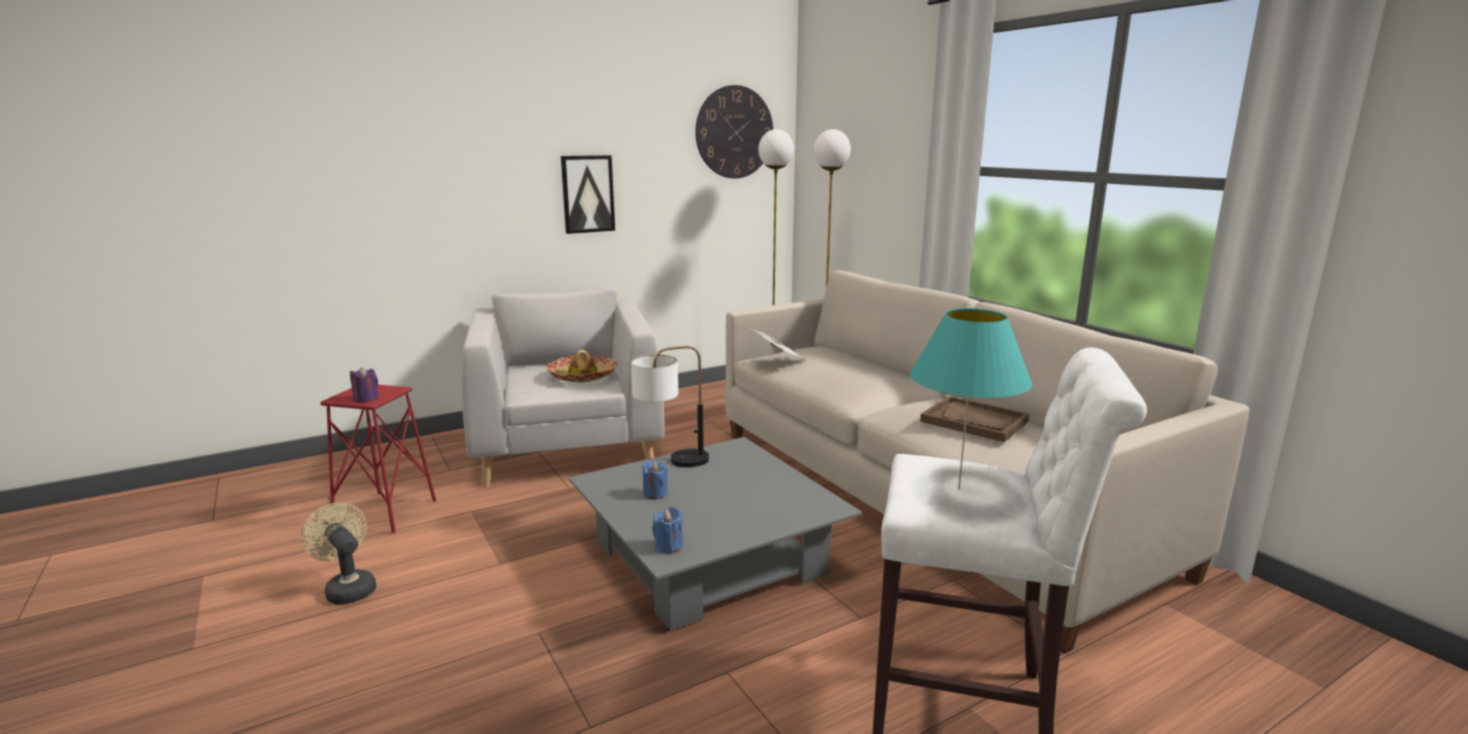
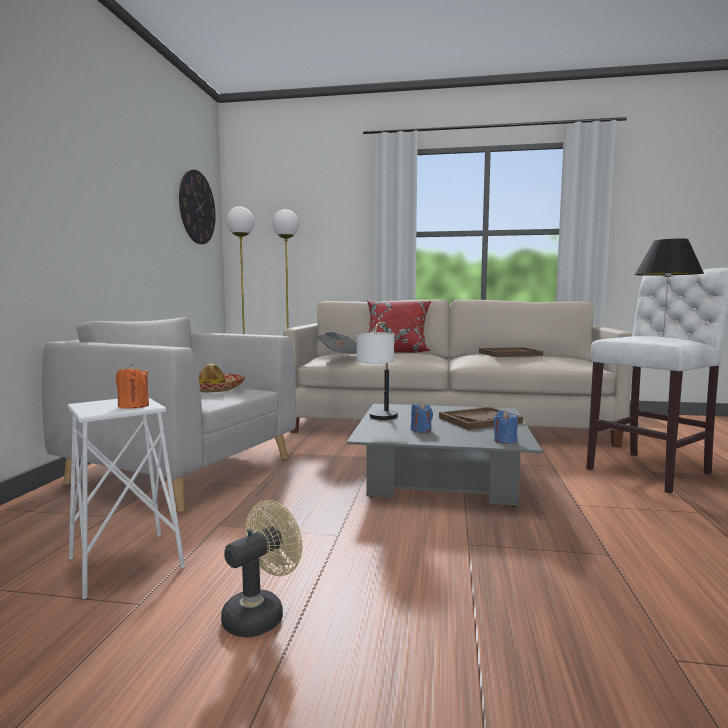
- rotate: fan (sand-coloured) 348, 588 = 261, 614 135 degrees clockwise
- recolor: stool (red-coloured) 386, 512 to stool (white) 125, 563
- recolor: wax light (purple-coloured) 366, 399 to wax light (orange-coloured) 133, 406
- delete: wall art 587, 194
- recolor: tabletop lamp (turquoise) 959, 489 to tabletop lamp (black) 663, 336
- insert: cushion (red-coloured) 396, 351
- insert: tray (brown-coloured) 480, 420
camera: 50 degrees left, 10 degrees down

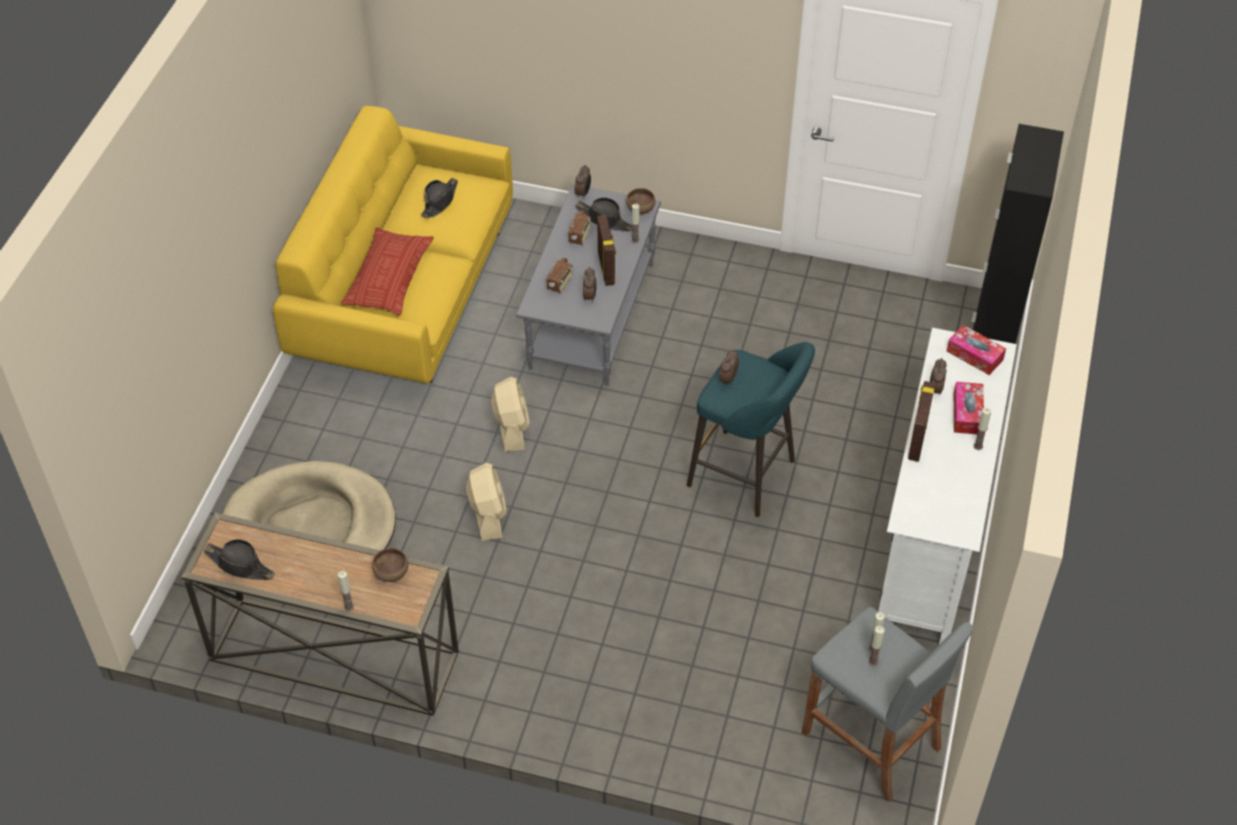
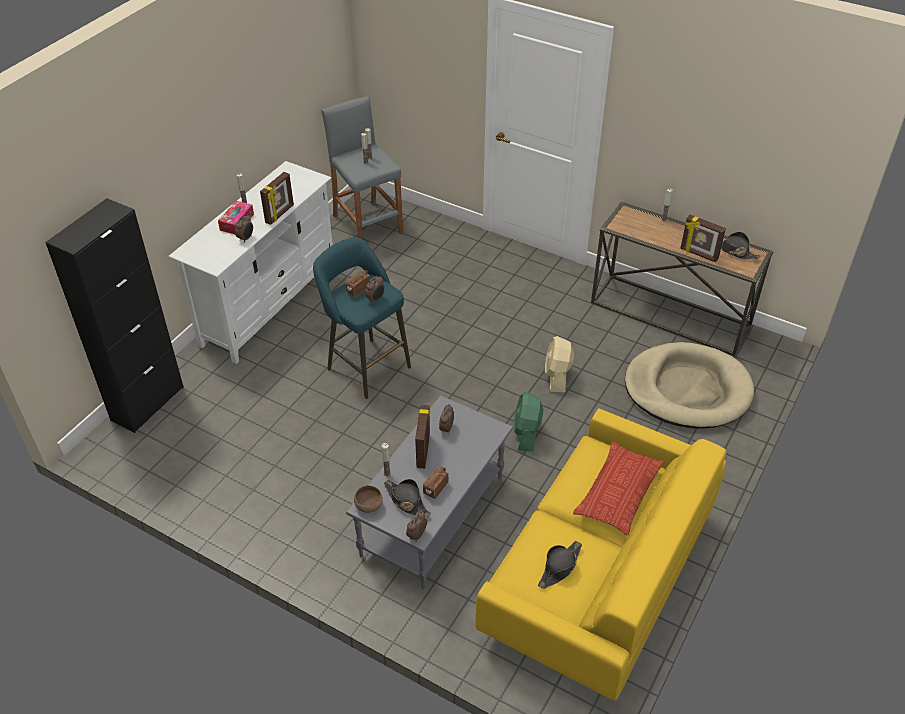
- delete: deep dish (brown-coloured) 390, 573
- recolor: fan (sand-coloured) 511, 427 to fan (green-coloured) 526, 433
- move: radio receiver 560, 283 to 358, 289
- delete: tissue holder 974, 355
- insert: picture frame 698, 254
camera: 165 degrees left, 5 degrees down

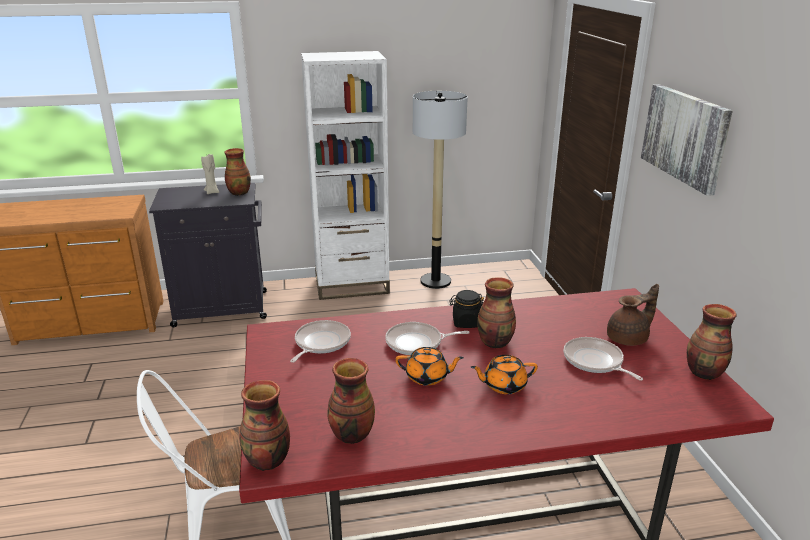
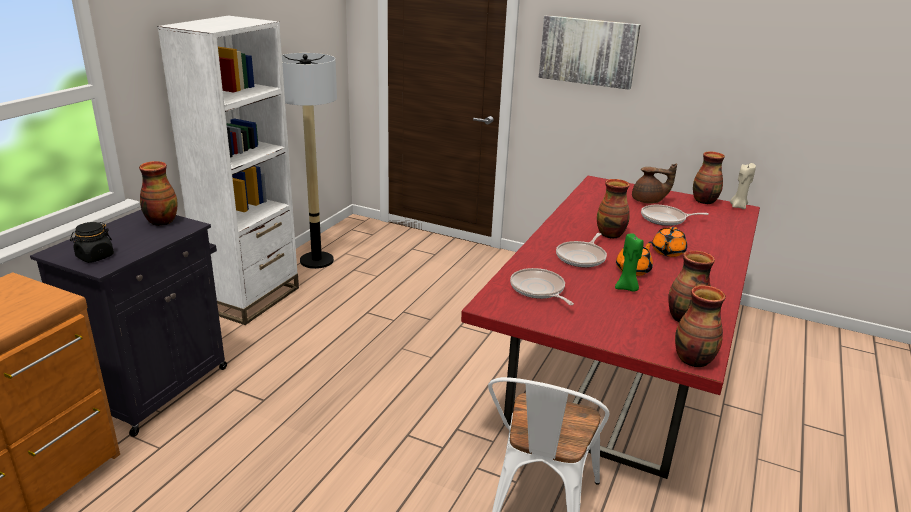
- move: wax light (sand-coloured) 212, 192 to 738, 206
- move: jar (black) 466, 322 to 95, 257
- rotate: tea pot (brown-coloured) 629, 338 = 648, 201 90 degrees clockwise
- insert: wax light (green-coloured) 627, 288
camera: 55 degrees left, 0 degrees up

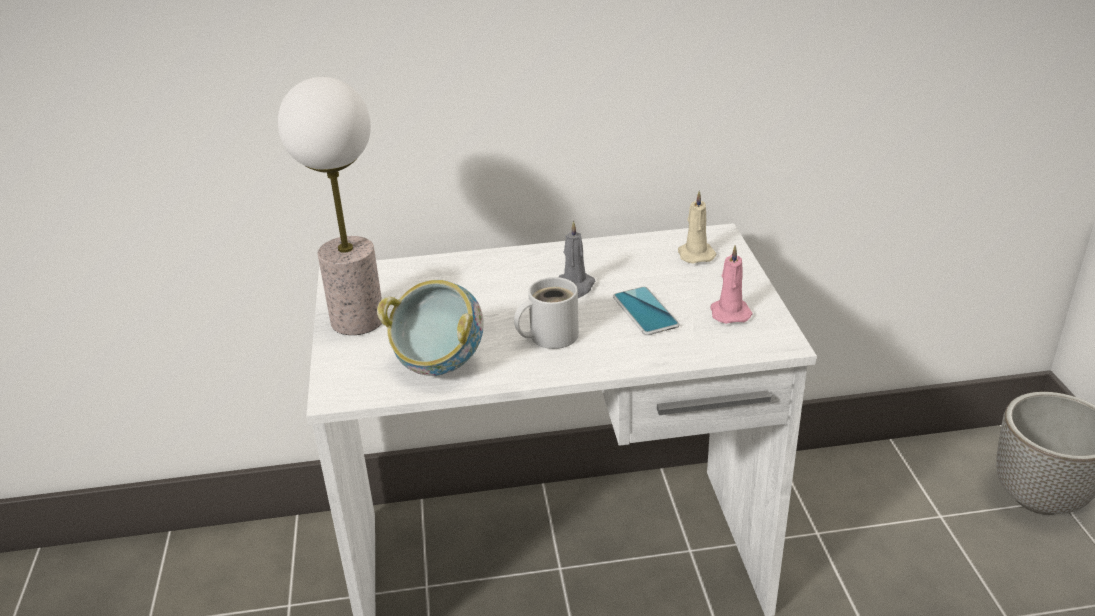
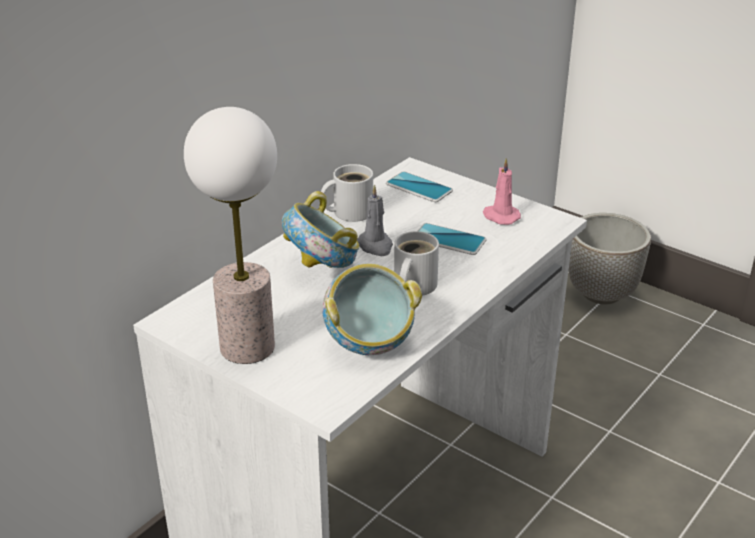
- replace: wax light (sand-coloured) 695, 254 to phone 419, 188
- insert: deep dish 322, 269
- insert: mug (white) 349, 212
camera: 45 degrees left, 0 degrees up

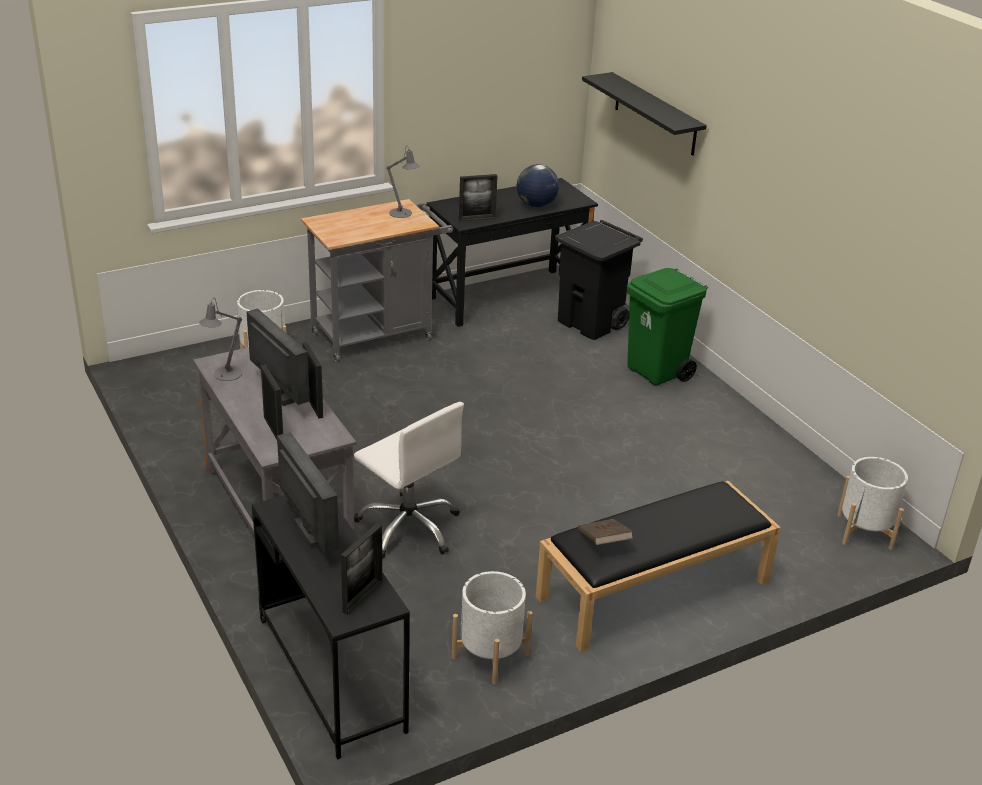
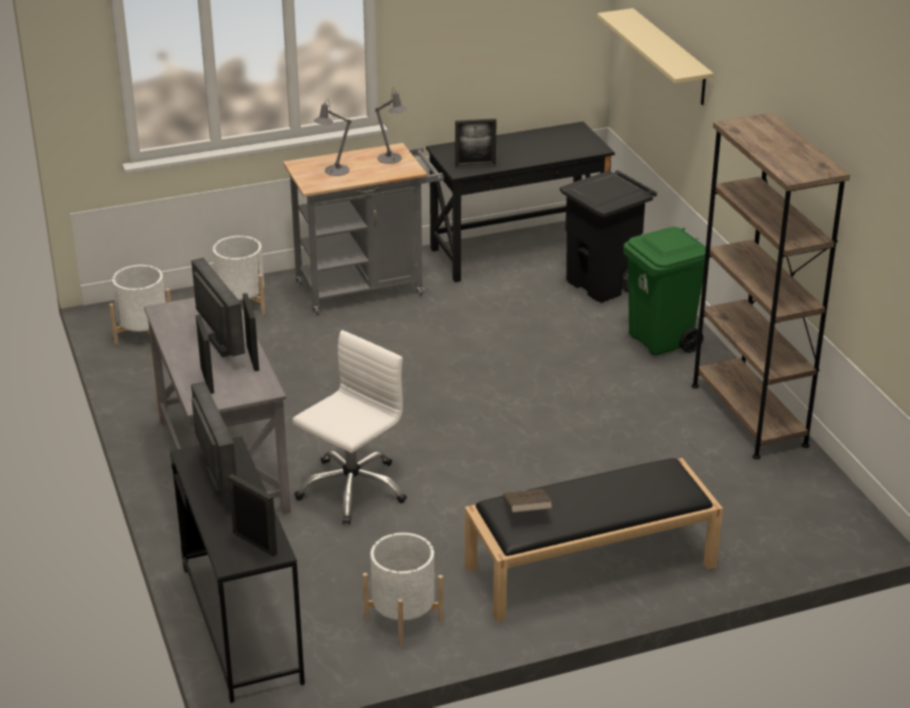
- move: tabletop lamp (greyish) 224, 375 to 334, 171
- rotate: picture frame 362, 596 = 255, 543 90 degrees counterclockwise
- rotate: computer chair (white) 409, 527 = 352, 489 105 degrees counterclockwise
- delete: globe 536, 205
- recolor: wall shelf (black) 655, 114 to wall shelf (sand-coloured) 670, 57
- move: flower pot (white) 864, 531 to 144, 335
- insert: shelving unit (brown-coloured) 748, 415
camera: 10 degrees right, 0 degrees up

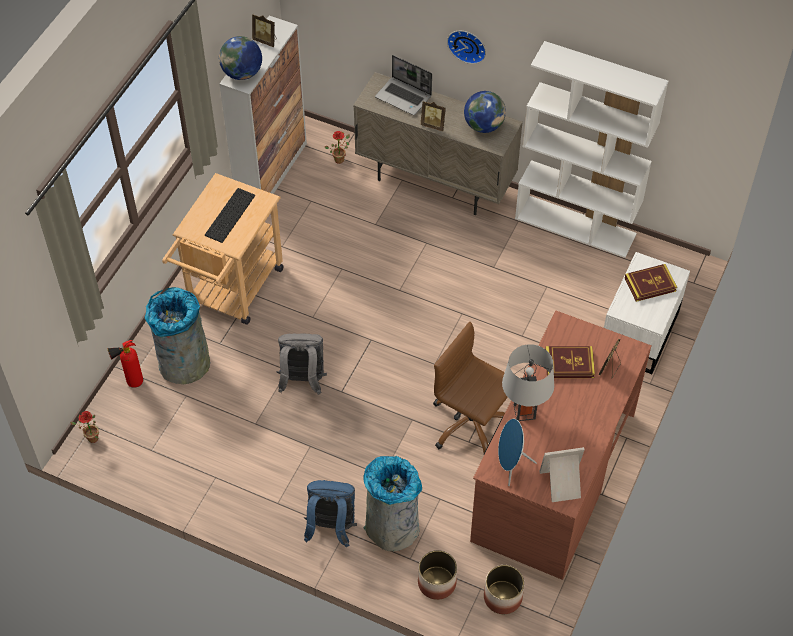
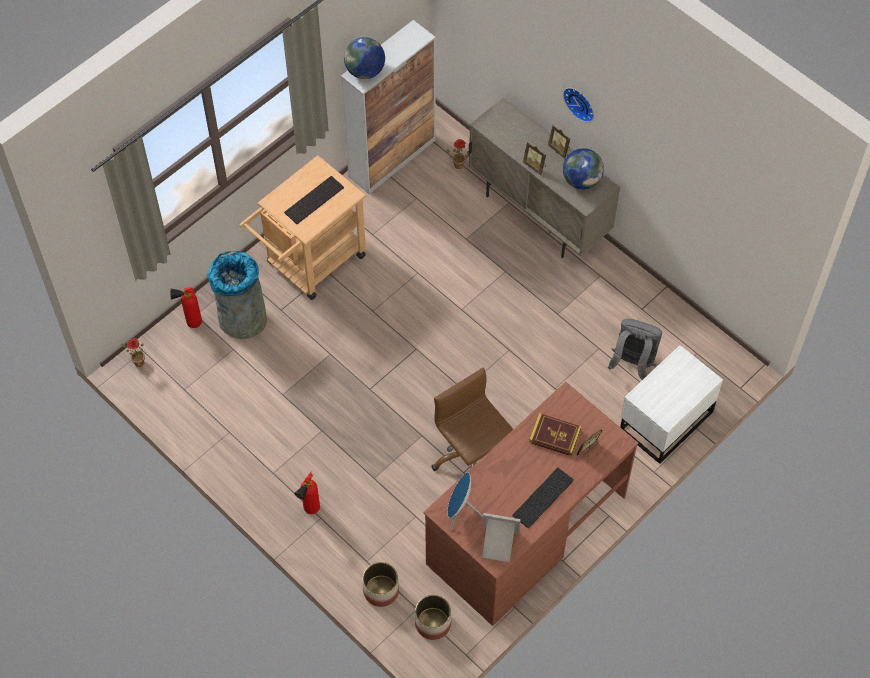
- move: picture frame 266, 40 to 560, 149
- move: knapsack (greyish) 302, 381 to 632, 364
- replace: knapsack (blue-coloured) 331, 528 to fire-fighting cylinder 309, 511
- delete: trash can (greyish) 392, 528
- delete: portable computer 404, 97
- delete: tabletop lamp (greyish) 524, 411
- delete: shelving unit (white) 576, 226
- delete: volume 650, 284
- insert: computer keyboard 543, 499
camera: 20 degrees right, 5 degrees up

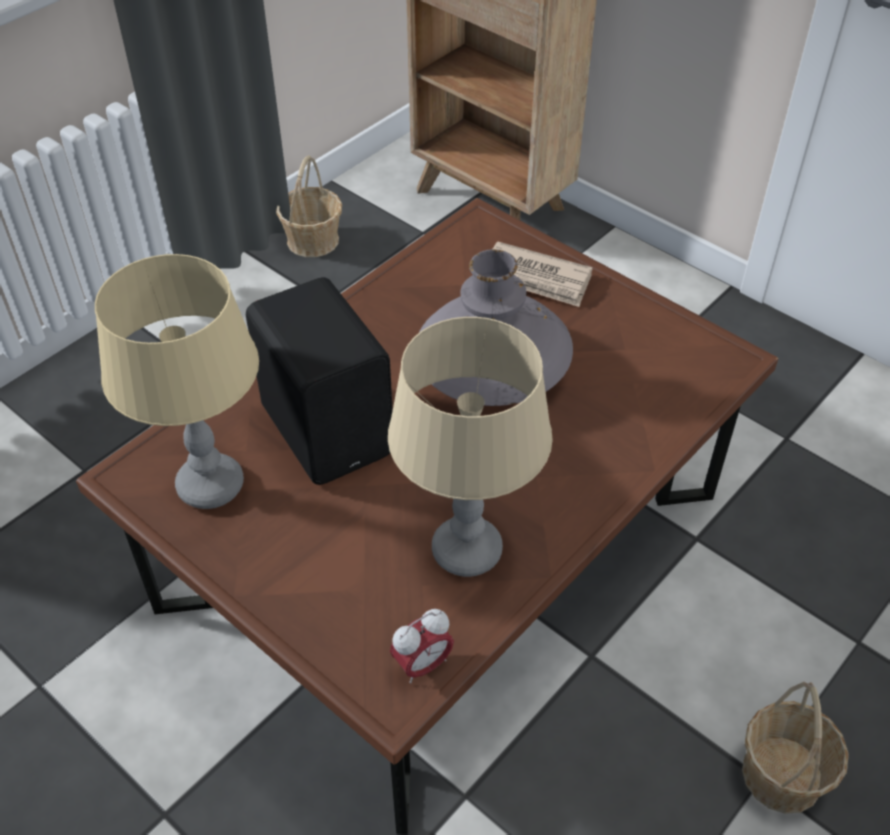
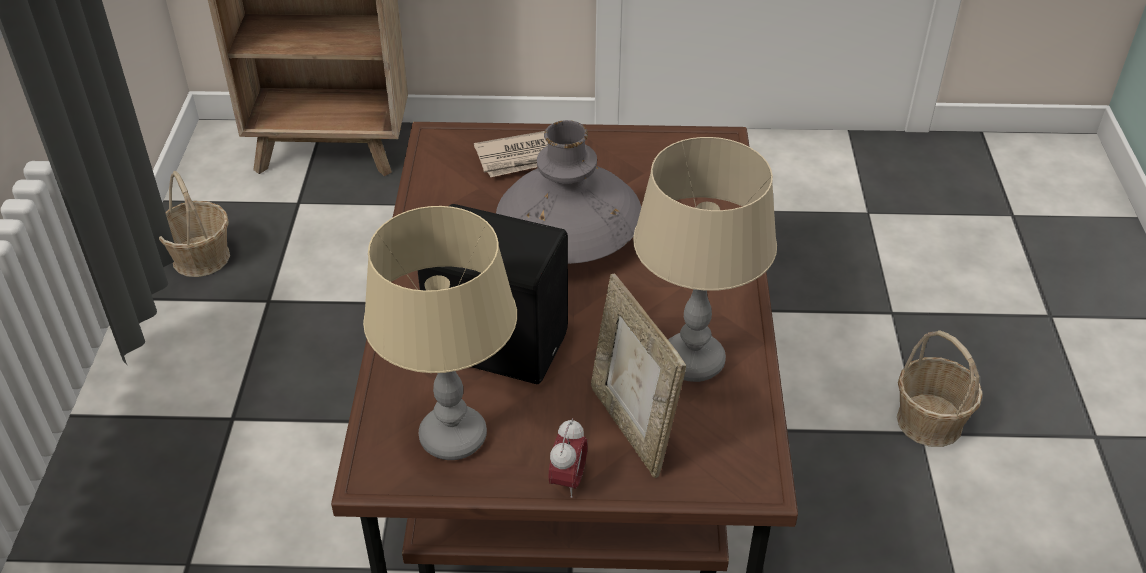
- move: alarm clock 422, 665 to 568, 480
- insert: picture frame 632, 427
camera: 40 degrees left, 5 degrees down

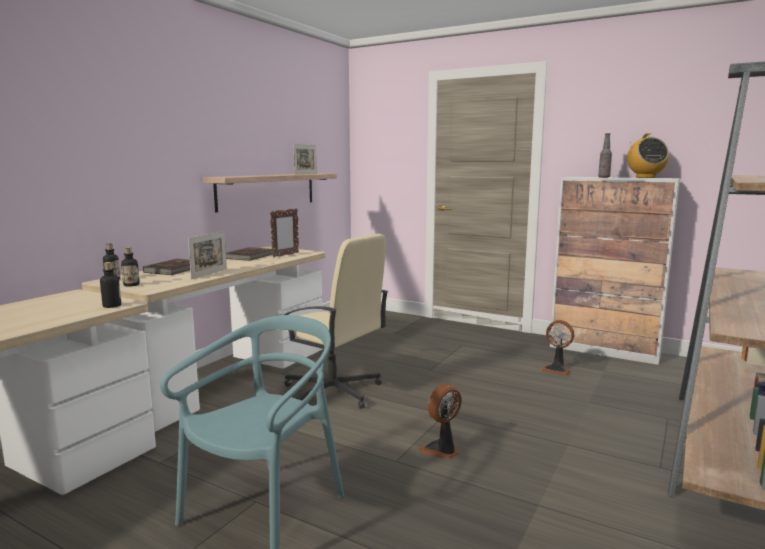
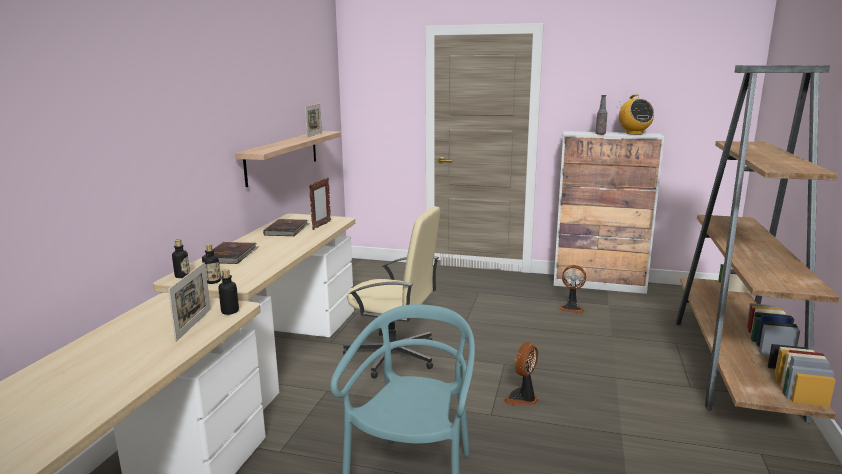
- move: picture frame 209, 274 to 194, 324
camera: 15 degrees left, 5 degrees up

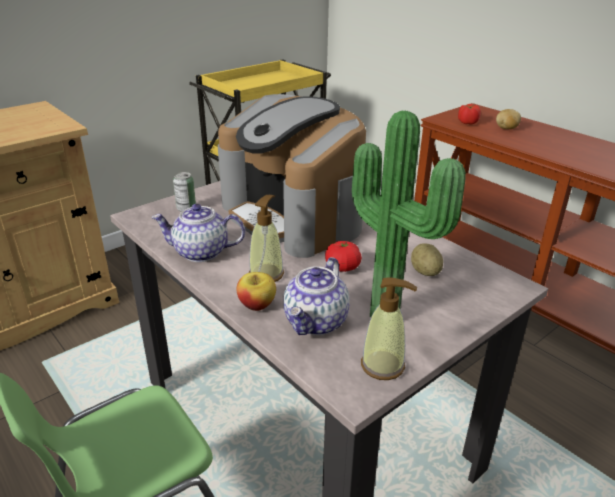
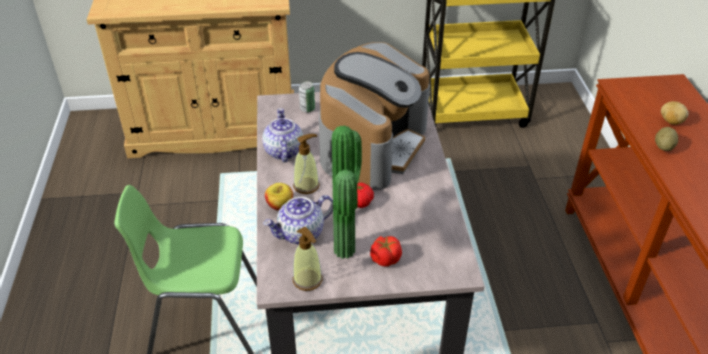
- rotate: tea pot 200, 253 = 283, 151 45 degrees clockwise
- rotate: coffee maker 294, 216 = 372, 145 150 degrees counterclockwise
- move: whole potato 425, 272 to 663, 147
- move: whole tomato 467, 122 to 385, 259
camera: 35 degrees right, 10 degrees up

